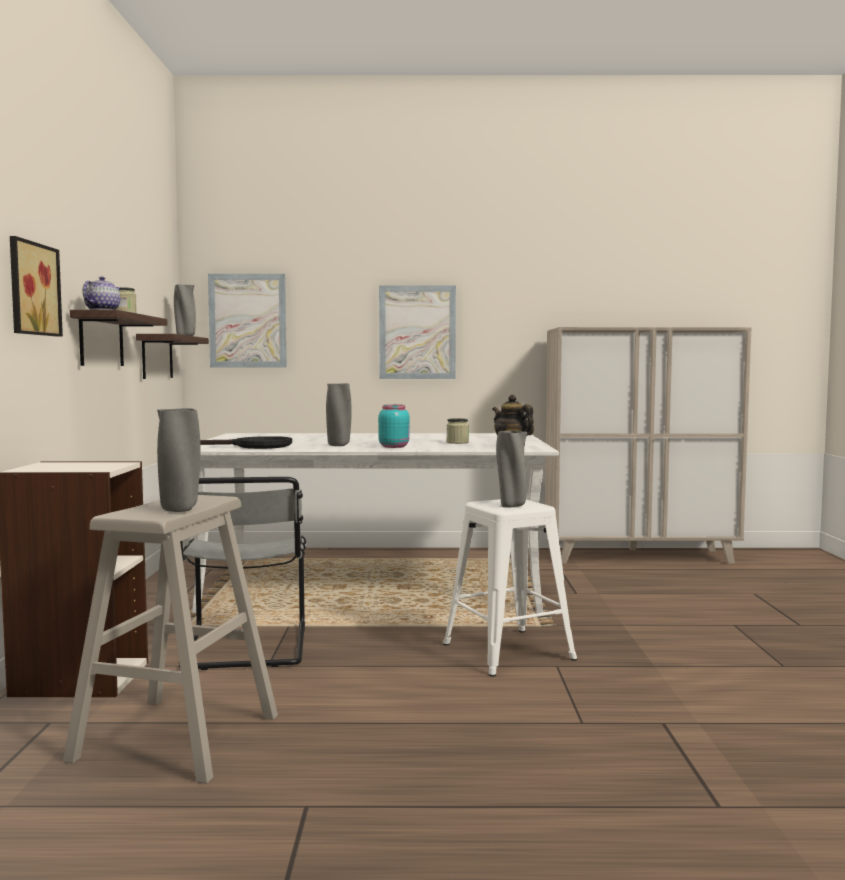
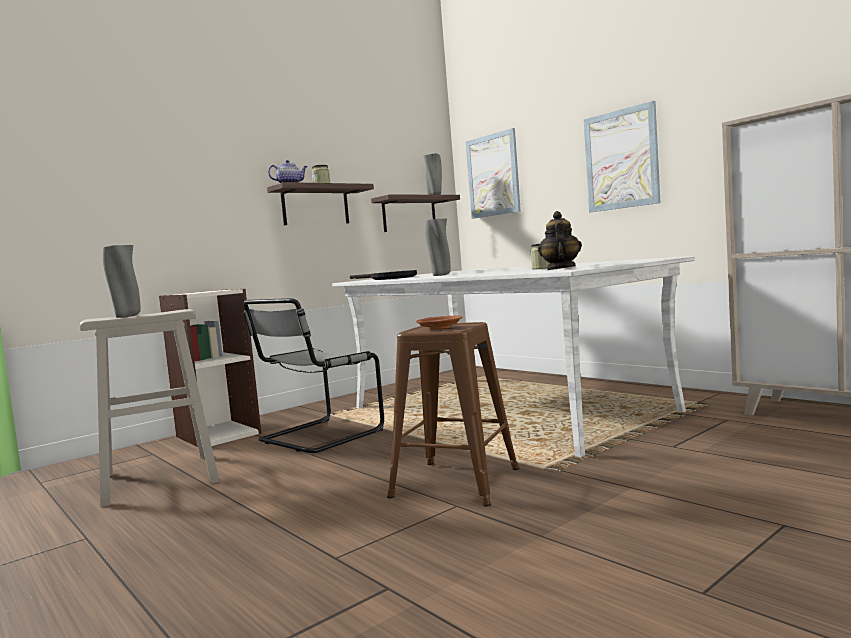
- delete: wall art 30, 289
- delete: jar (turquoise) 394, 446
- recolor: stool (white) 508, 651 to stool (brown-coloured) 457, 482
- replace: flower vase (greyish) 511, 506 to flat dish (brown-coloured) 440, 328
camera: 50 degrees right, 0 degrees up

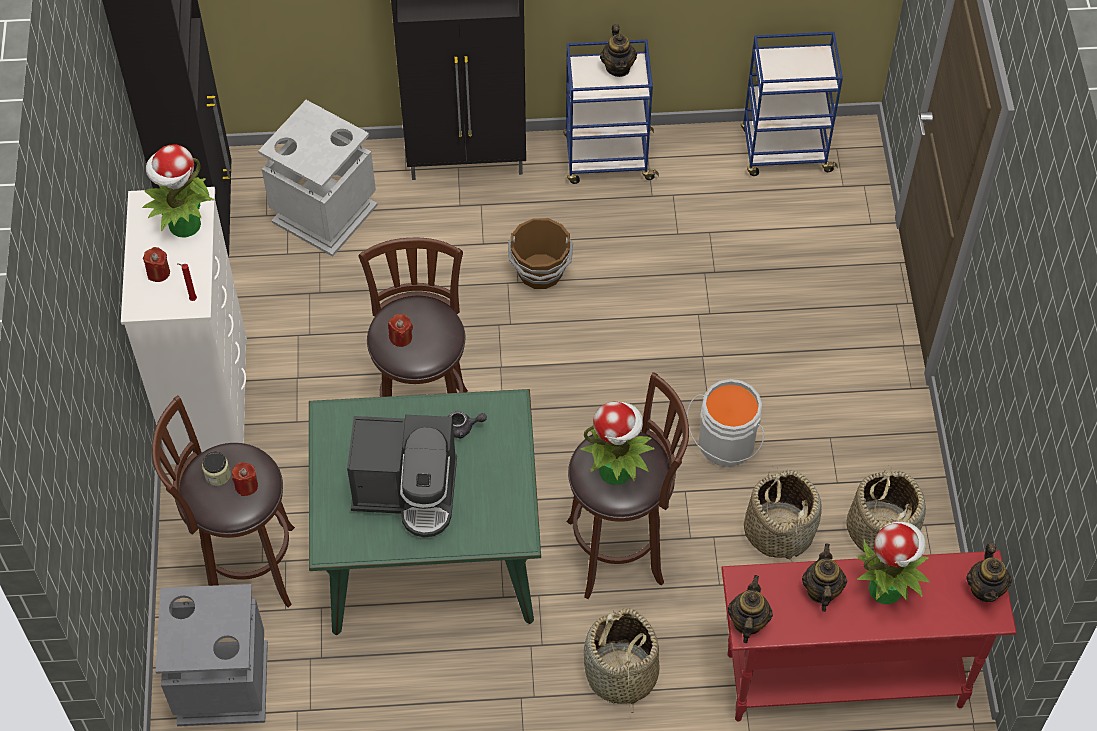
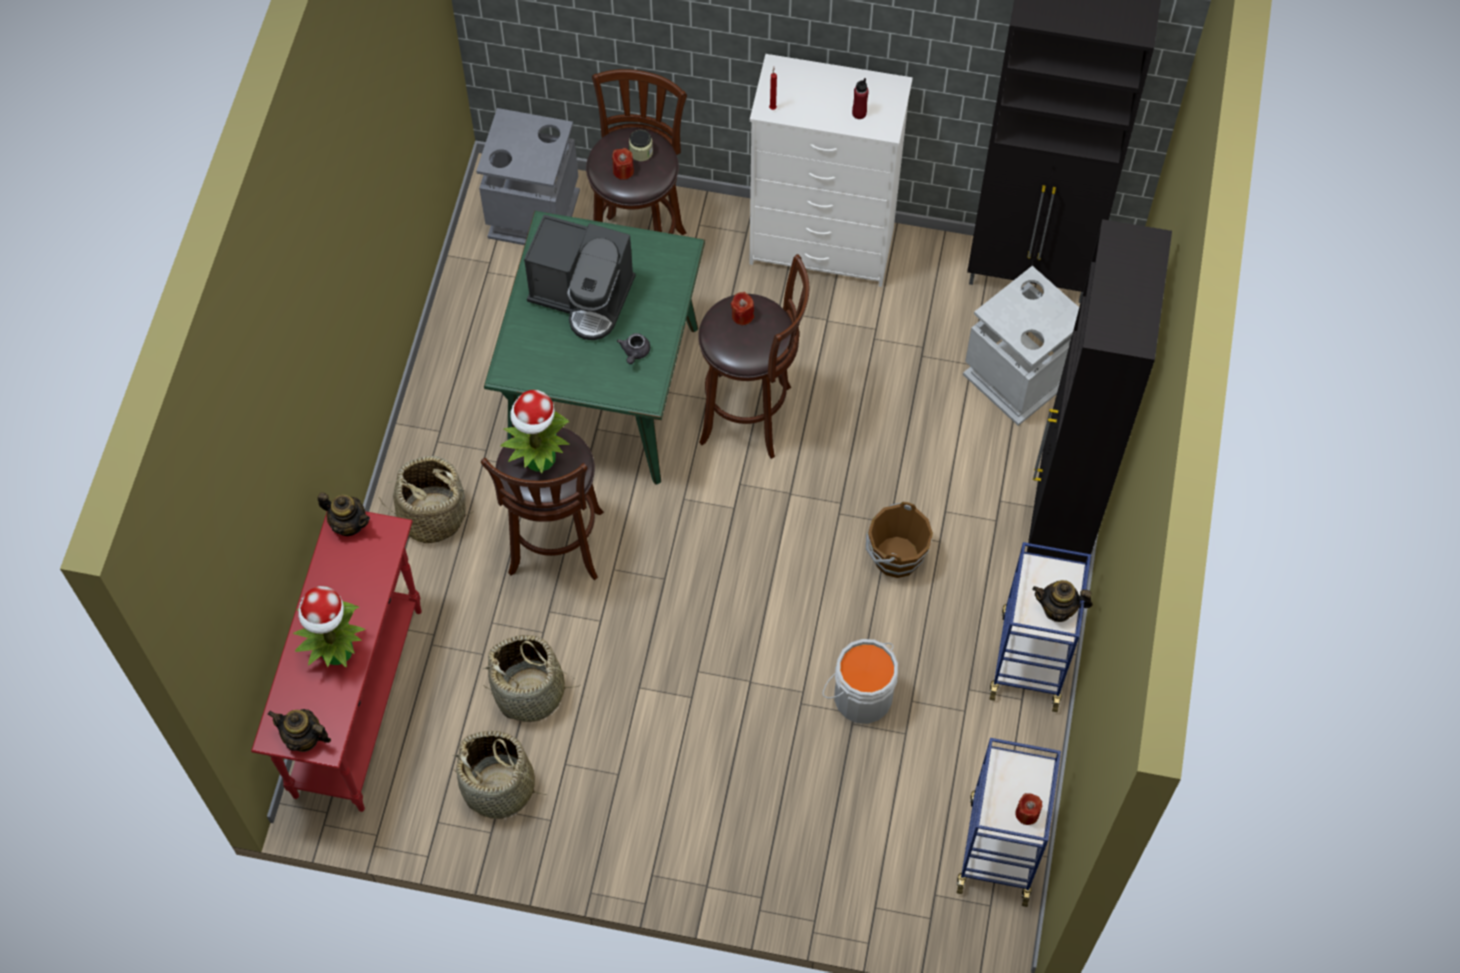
- replace: potted plant 184, 225 to bottle (red-coloured) 859, 113
- move: wax light (red-coloured) 158, 272 to 1027, 813
- rotate: coffee maker 408, 491 = 583, 296 90 degrees counterclockwise
- move: pail (greyish) 724, 445 to 860, 694
- delete: tea pot 821, 590
camera: 105 degrees right, 5 degrees up

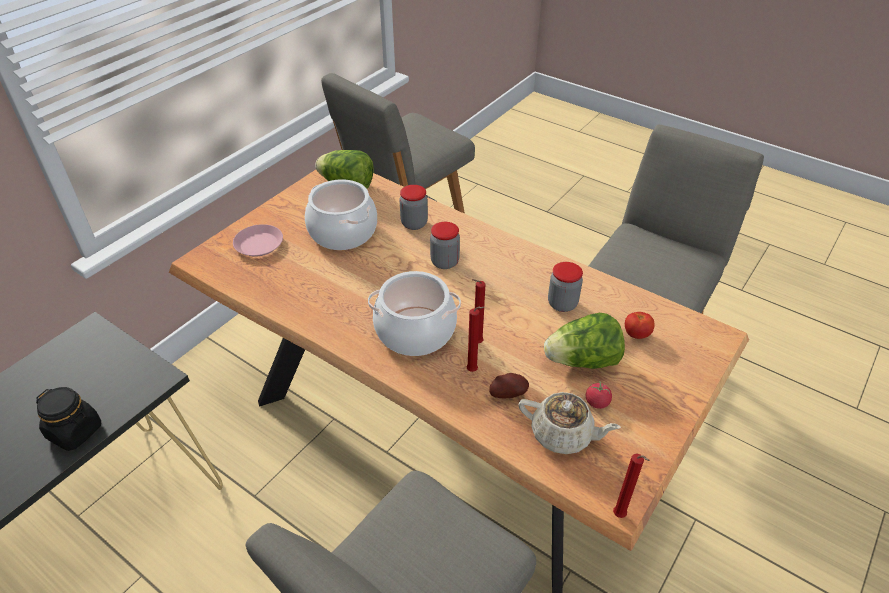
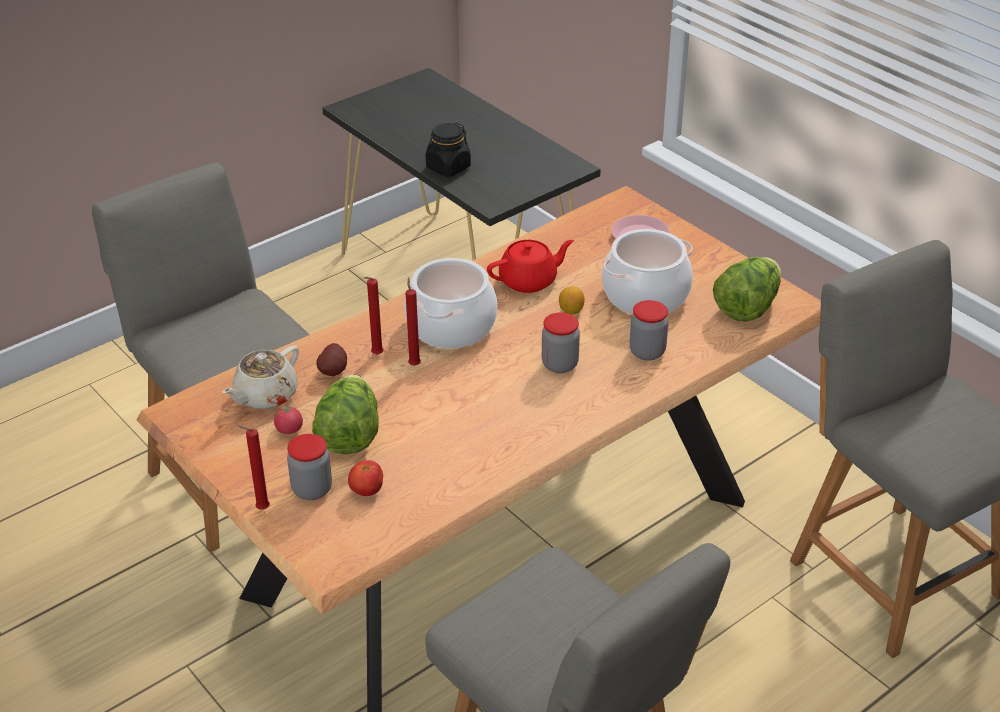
- move: jar 562, 304 to 312, 489
- move: wax light (red-coloured) 620, 516 to 260, 509
- insert: tea pot (red-coloured) 529, 281
- insert: whole lemon 571, 311
camera: 105 degrees right, 5 degrees down

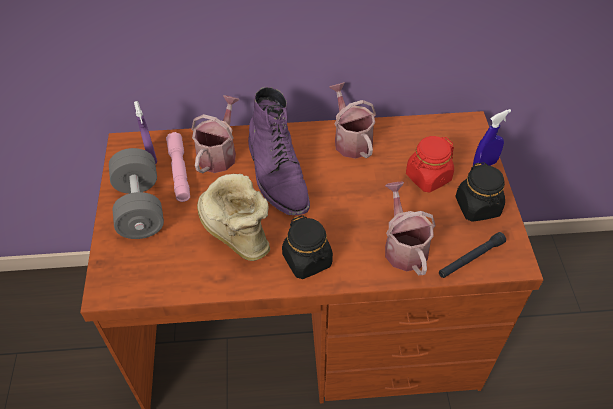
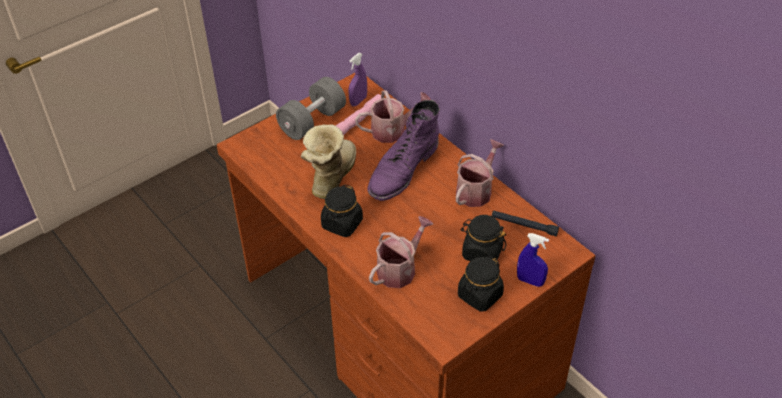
- recolor: jar (red-coloured) 428, 177 to jar (black) 482, 252
- move: flashlight (black) 470, 259 to 524, 225
camera: 55 degrees right, 5 degrees down

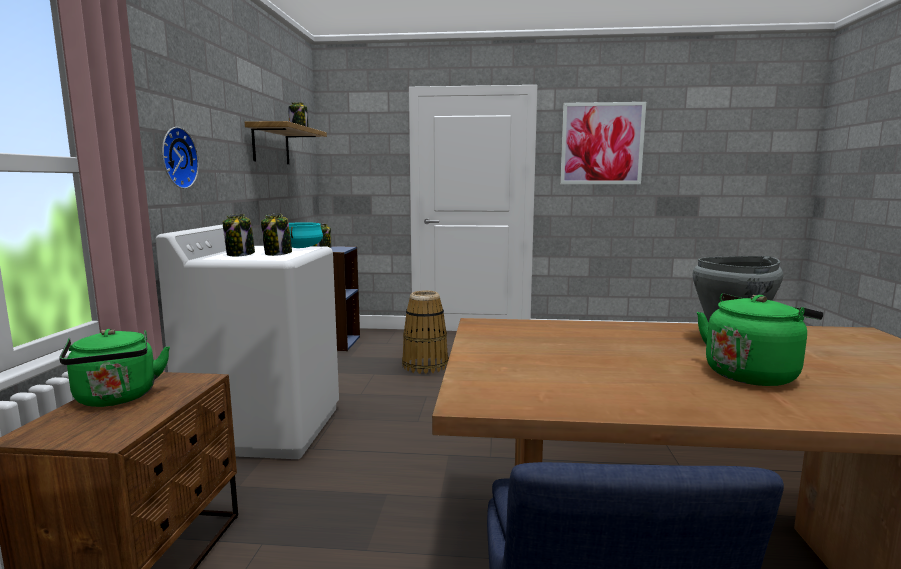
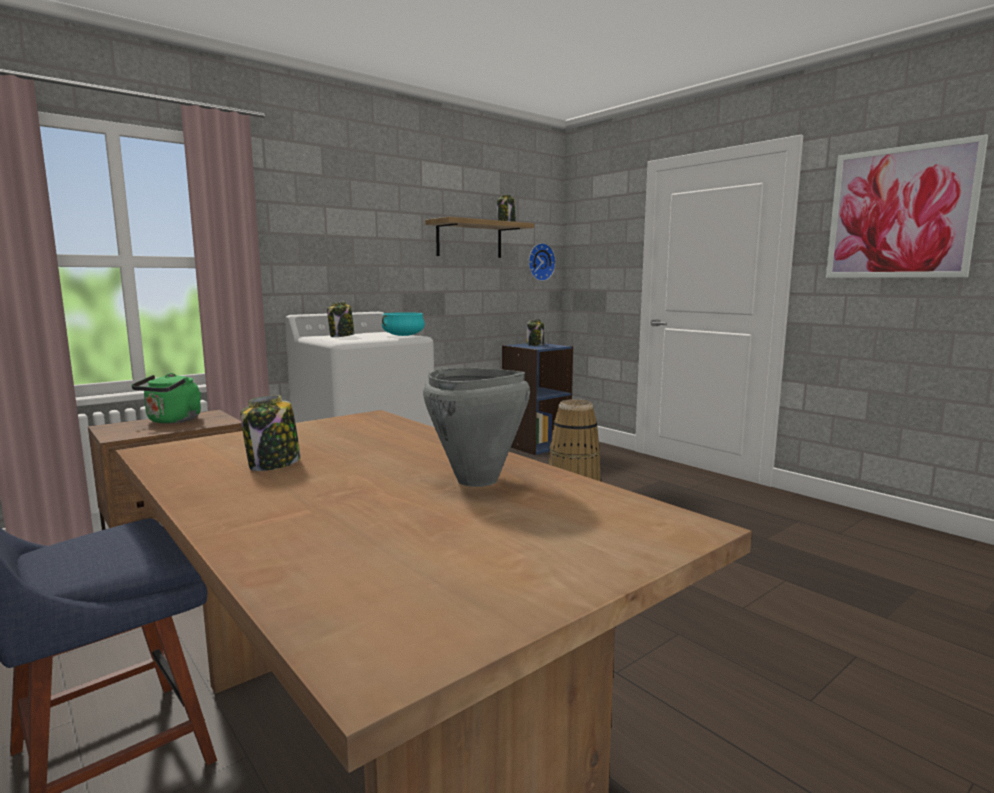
- move: hanging clock 176, 158 to 540, 262
- move: jar 278, 253 to 273, 465
- delete: tea kettle (green-coloured) 752, 374
camera: 45 degrees right, 0 degrees up

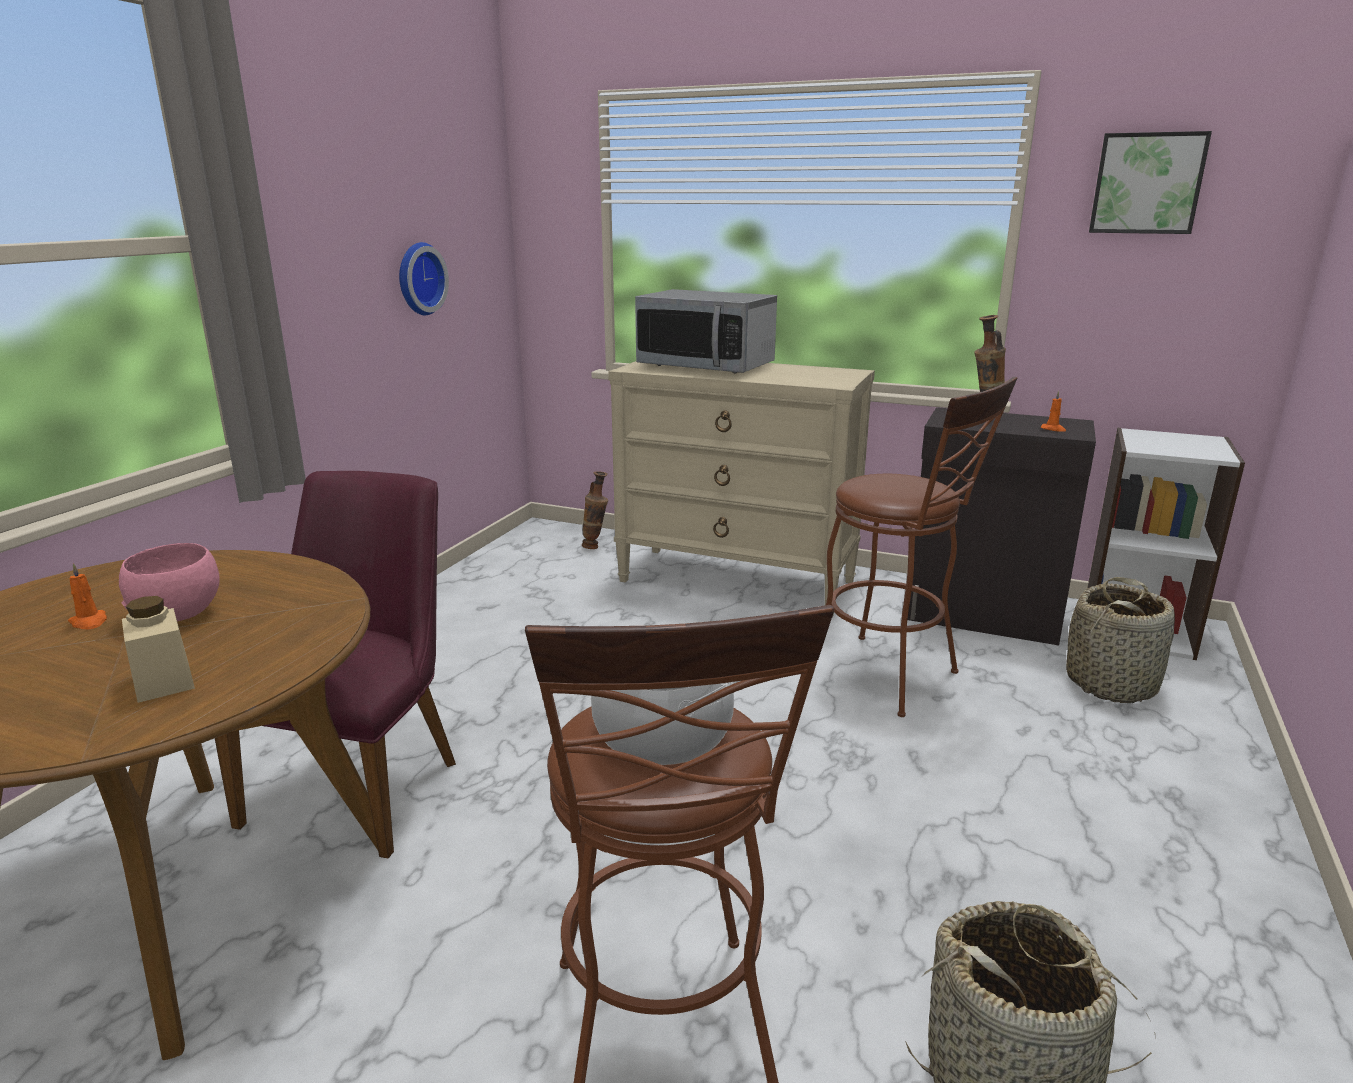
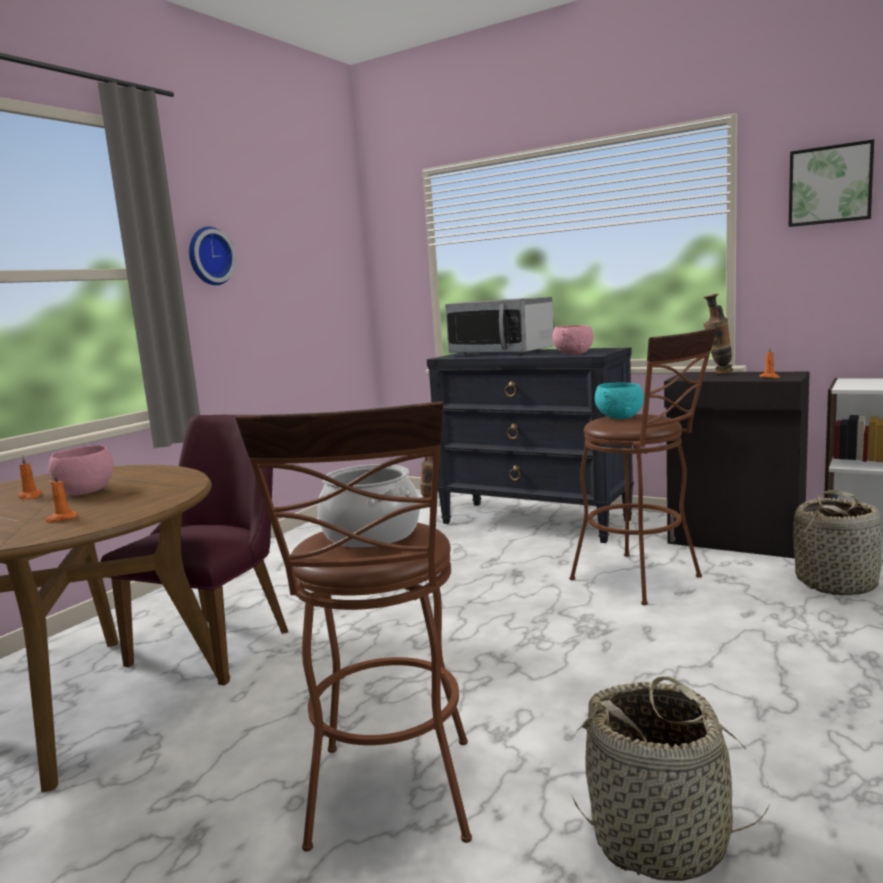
- replace: jar (sand-coloured) 164, 681 to wax light (orange-coloured) 61, 518
- move: hanging clock 418, 279 to 208, 256
- recolor: chest of drawers (sand-coloured) 737, 581 to chest of drawers (black) 536, 521
- insert: deep dish (pink) 573, 354
- insert: deep dish (turquoise) 620, 417
camera: 10 degrees right, 10 degrees down

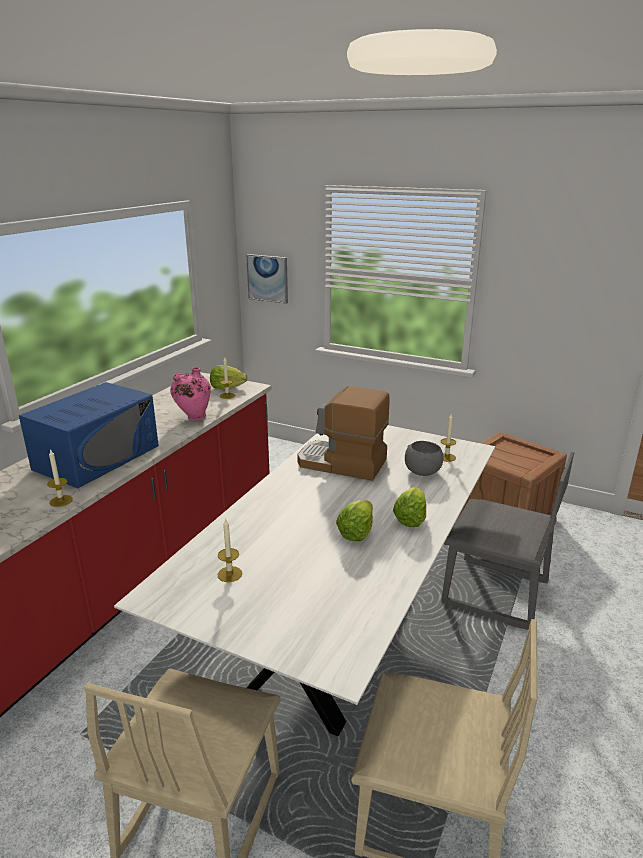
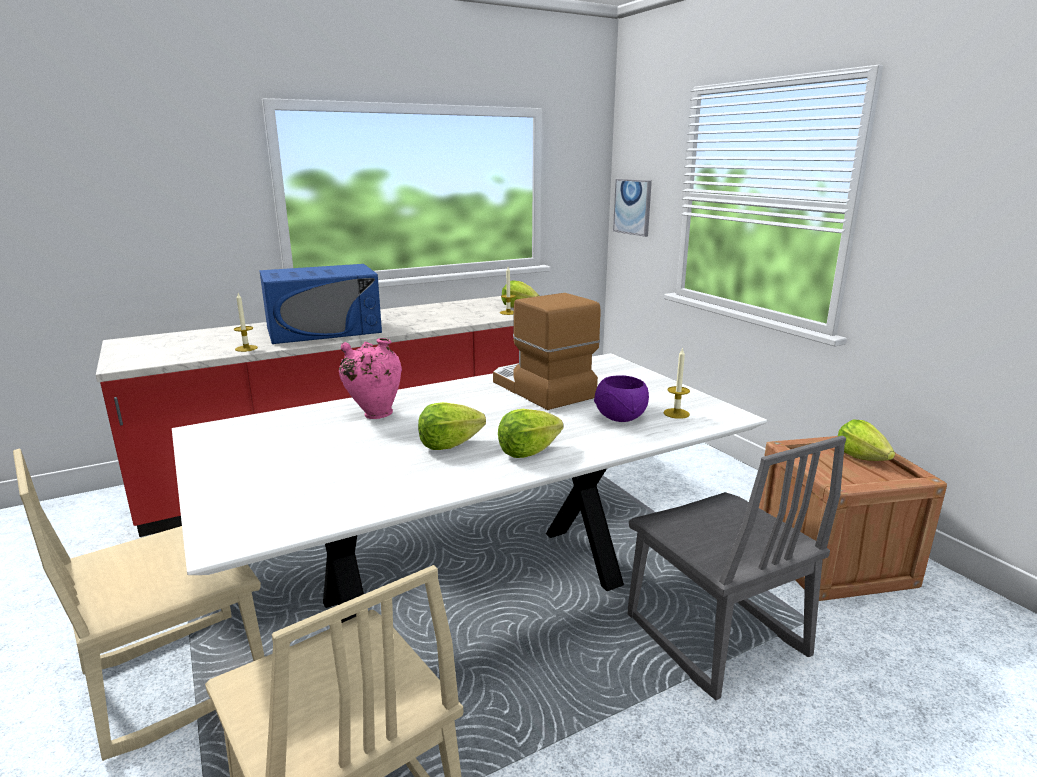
- move: flower vase (pink) 193, 418 to 374, 414
- delete: wax light 229, 574
- recolor: deep dish (greyish) 422, 472 to deep dish (purple-coloured) 620, 418
- insert: lettuce head 861, 457
camera: 35 degrees right, 5 degrees down

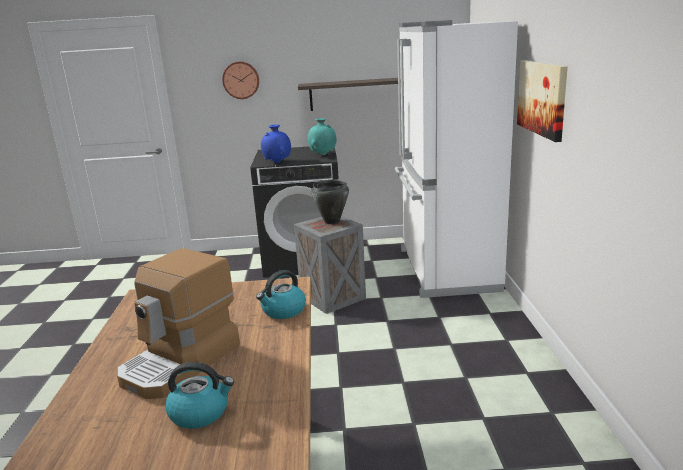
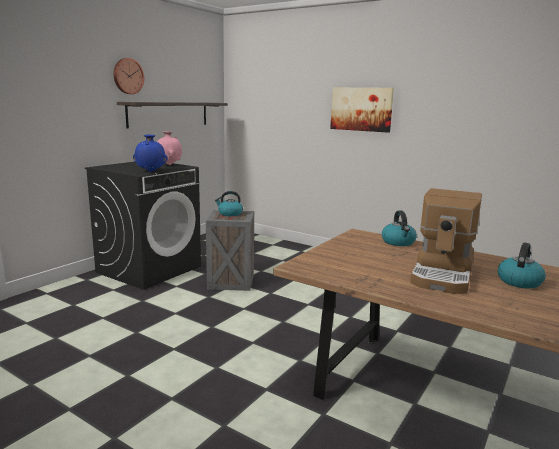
- rotate: coffee maker 181, 362 = 443, 274 45 degrees clockwise
- move: hanging clock 241, 80 to 127, 76
- recolor: flower vase (turquoise) 323, 155 to flower vase (pink) 169, 165
- replace: stockpot (black) 332, 222 to tea kettle 230, 214
- delete: fridge (white) 445, 270
camera: 55 degrees left, 5 degrees down

